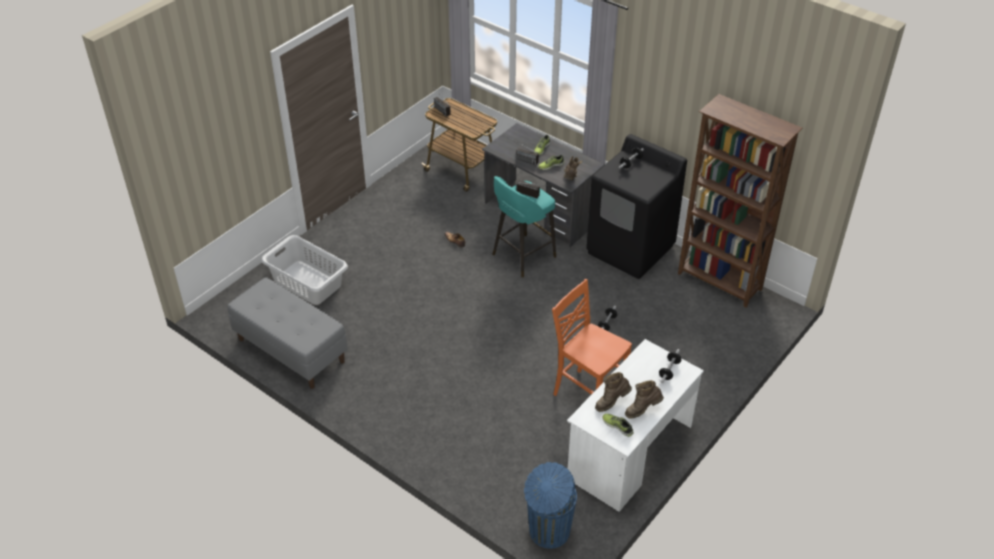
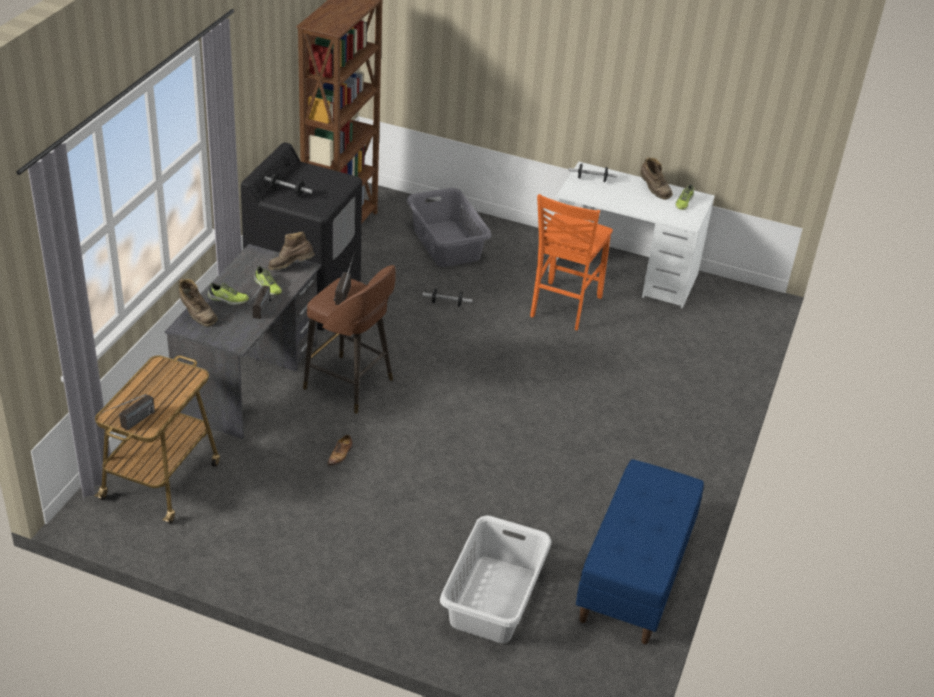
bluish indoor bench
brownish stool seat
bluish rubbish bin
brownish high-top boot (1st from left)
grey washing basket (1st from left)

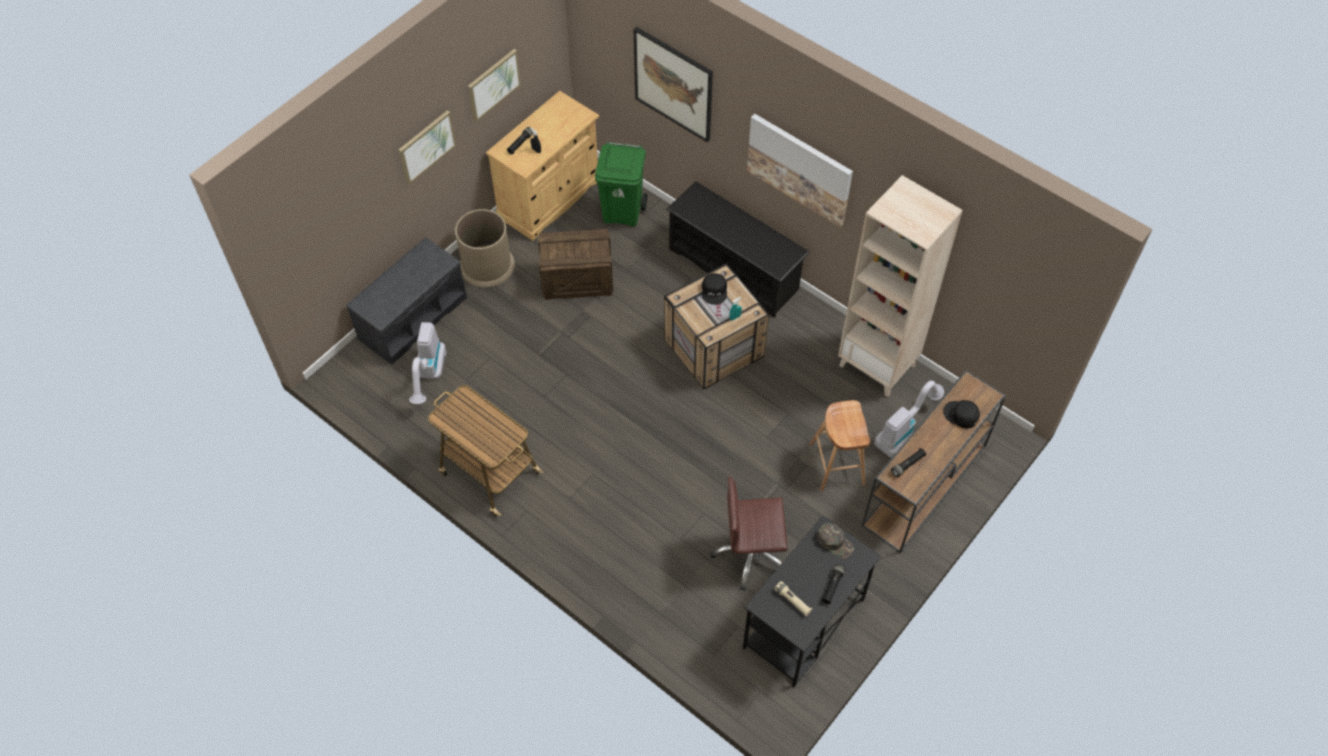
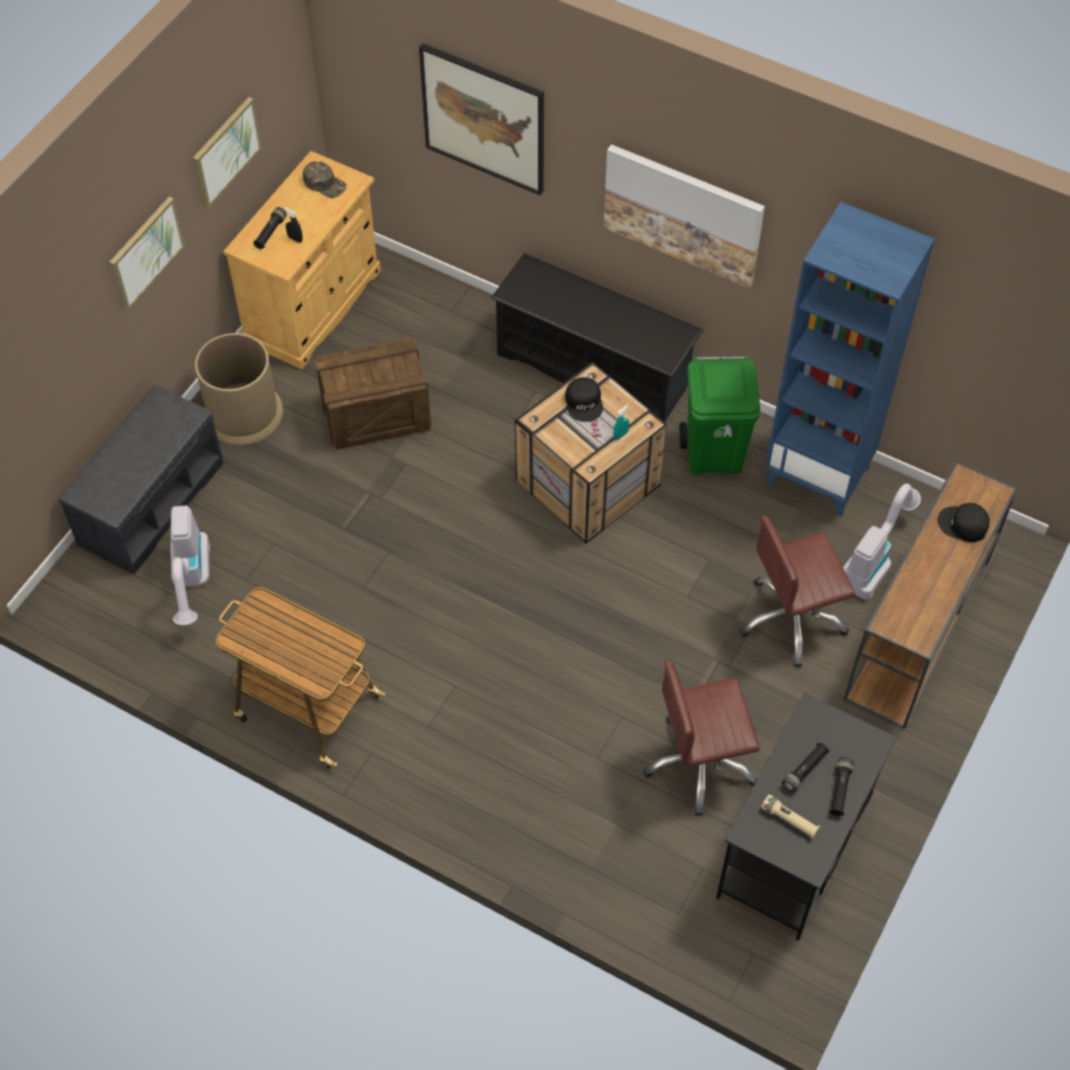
green rubbish bin
brownish office chair (2nd from left)
green cap
bluish bookcase
black flashlight (2nd from left)

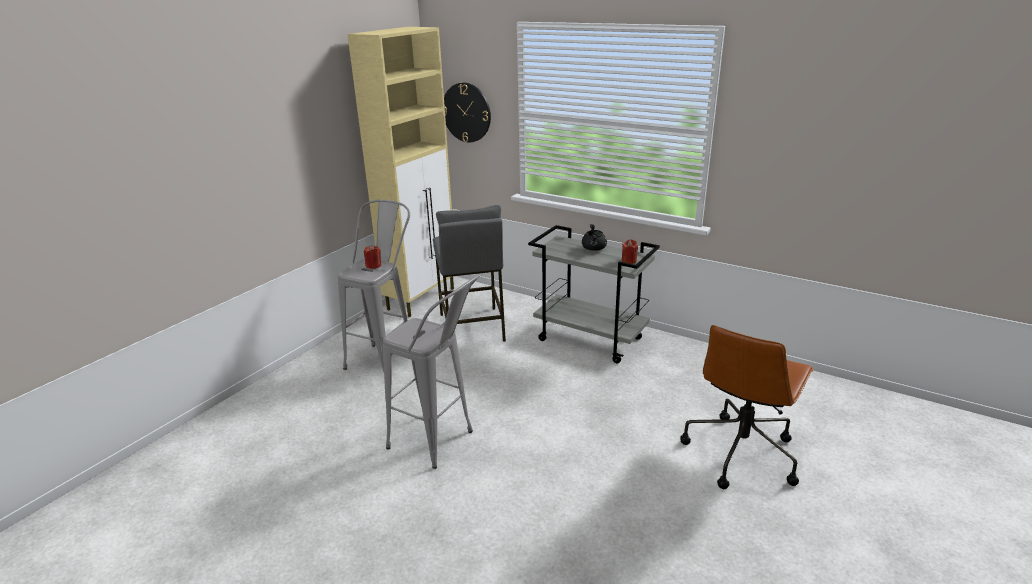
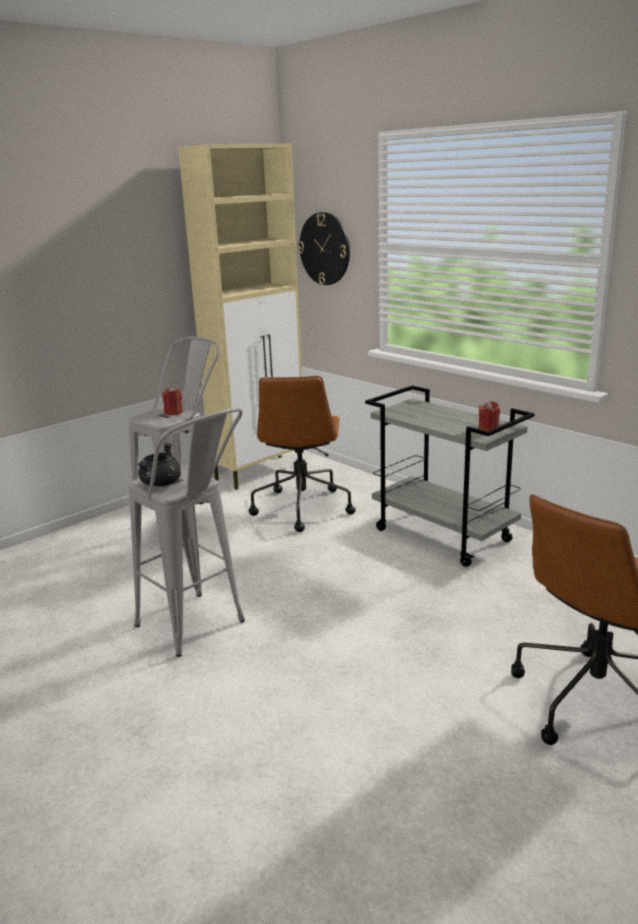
brownish office chair (1st from left)
black cooking pot

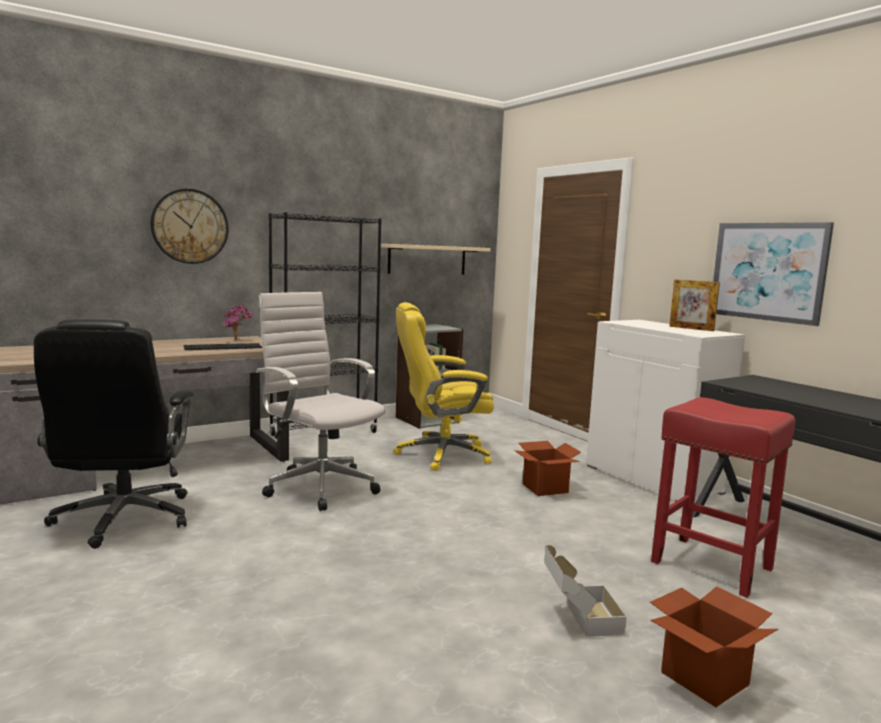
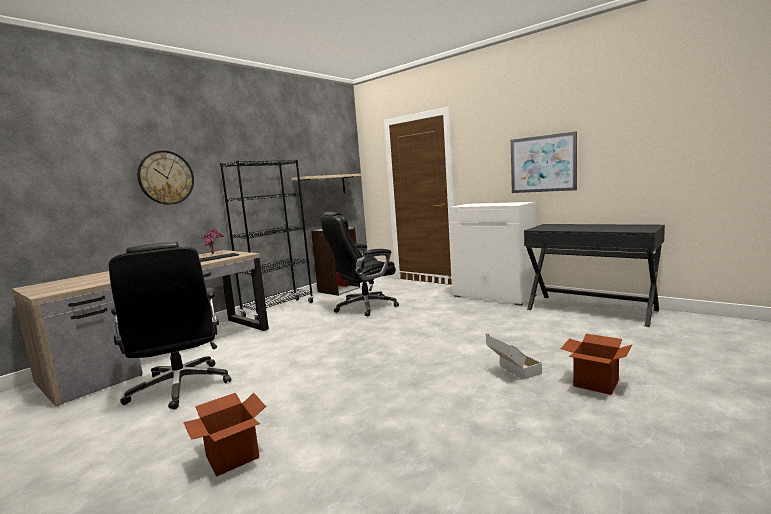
white office chair
black office chair (2nd from left)
cardboard box (1st from left)
red-coloured stool seat
photo frame

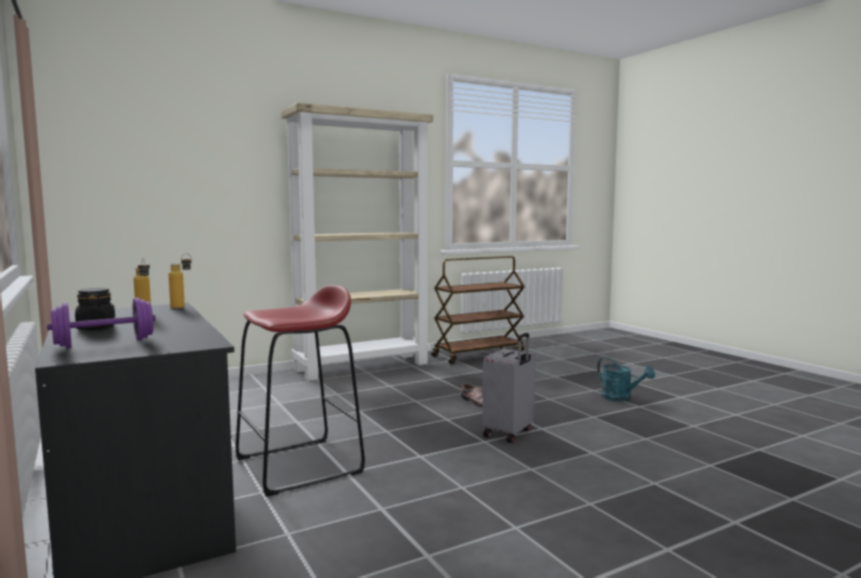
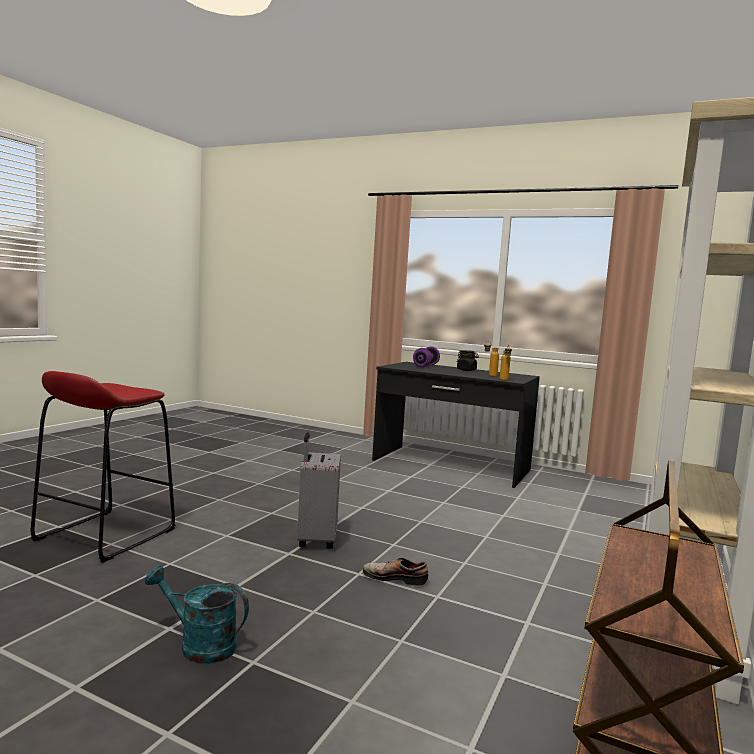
red-coloured stool seat

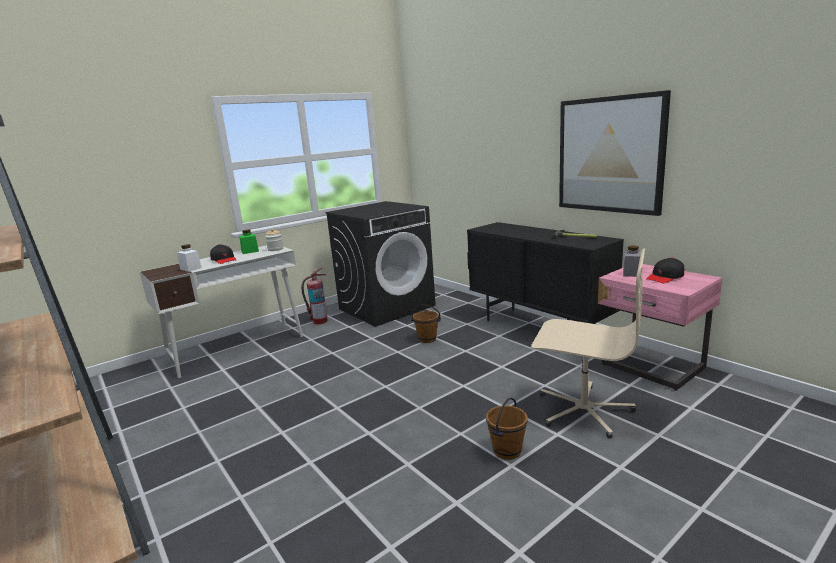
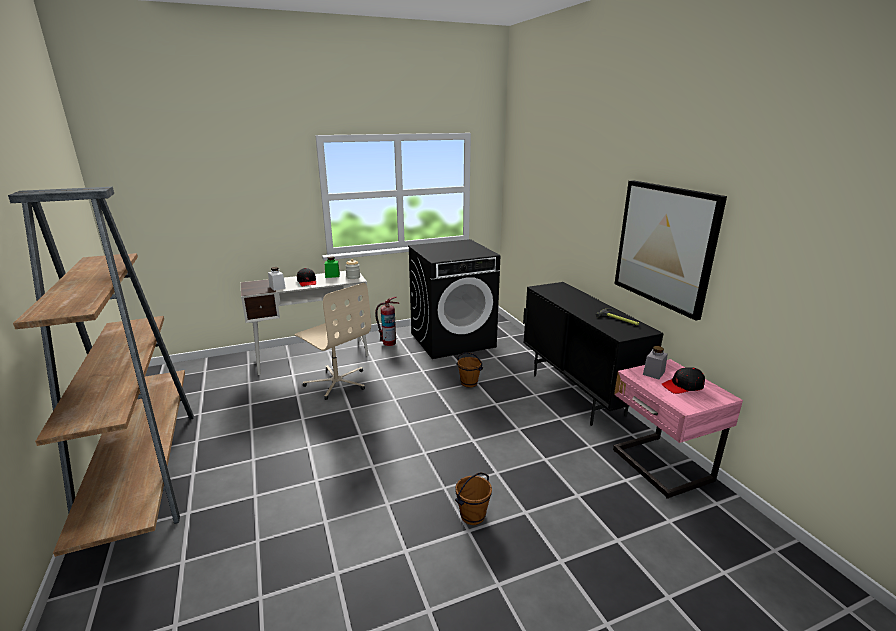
beige office chair

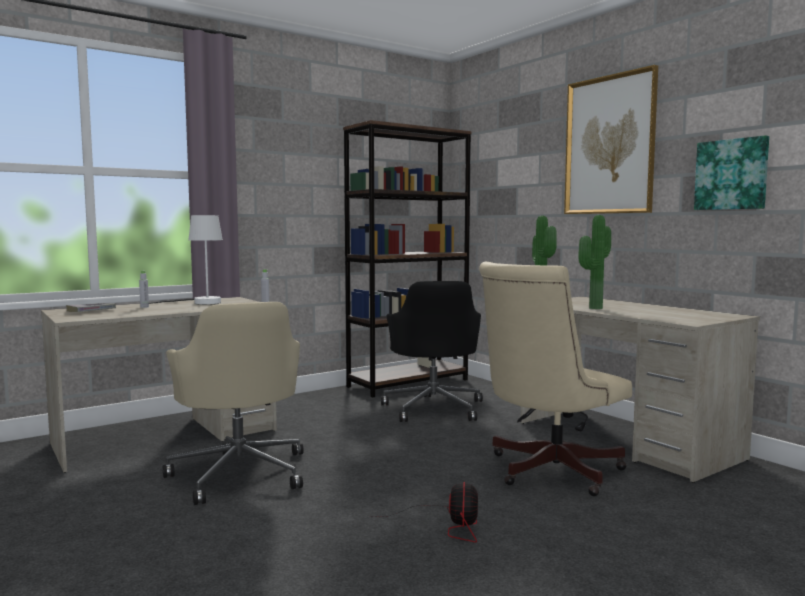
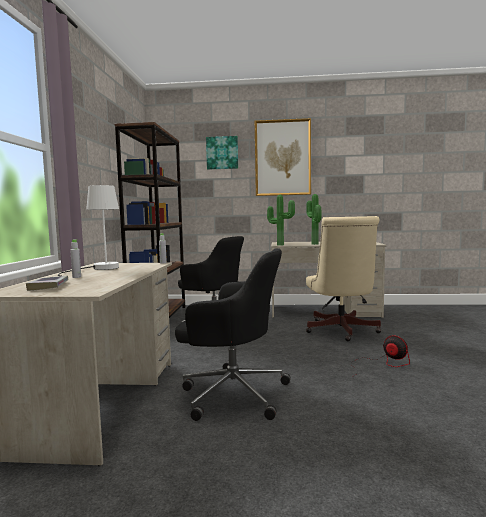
black office chair (2nd from left)
picture (1st from left)

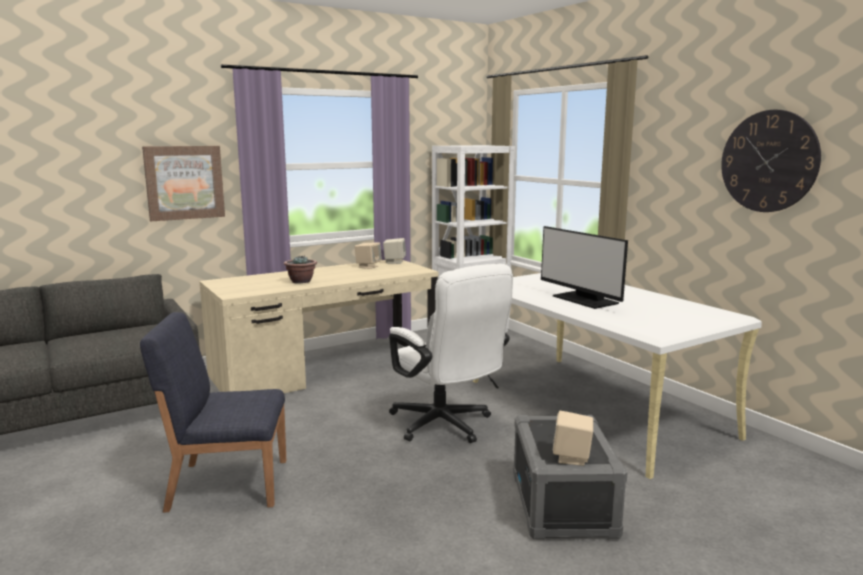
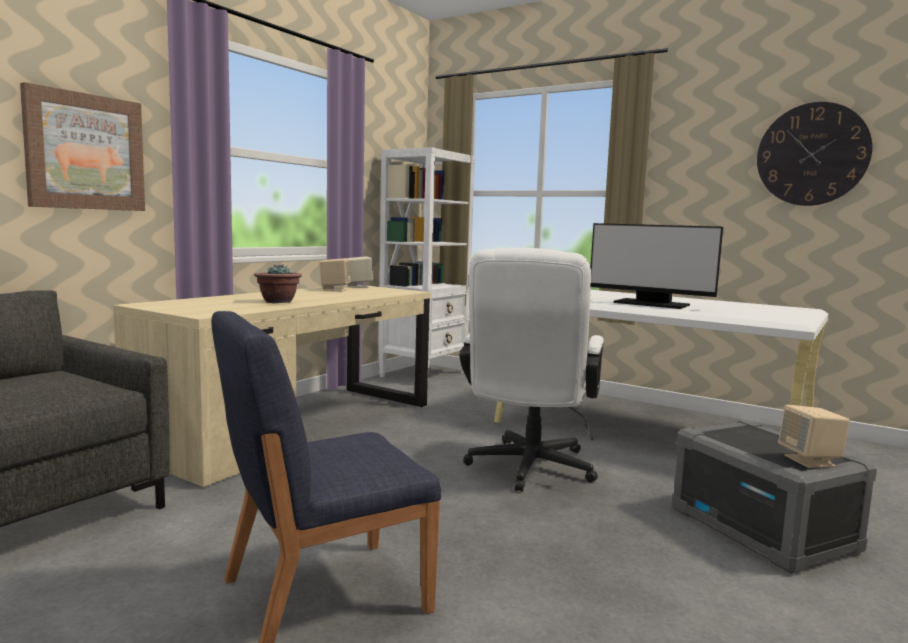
white office chair

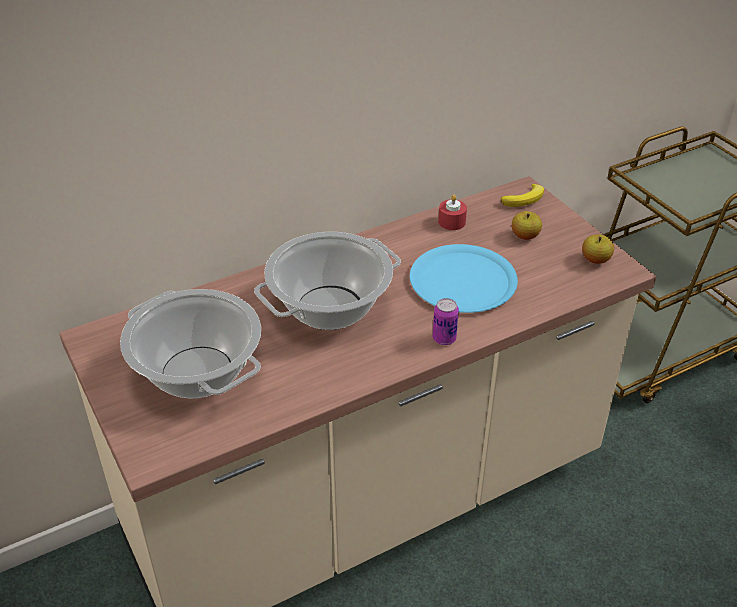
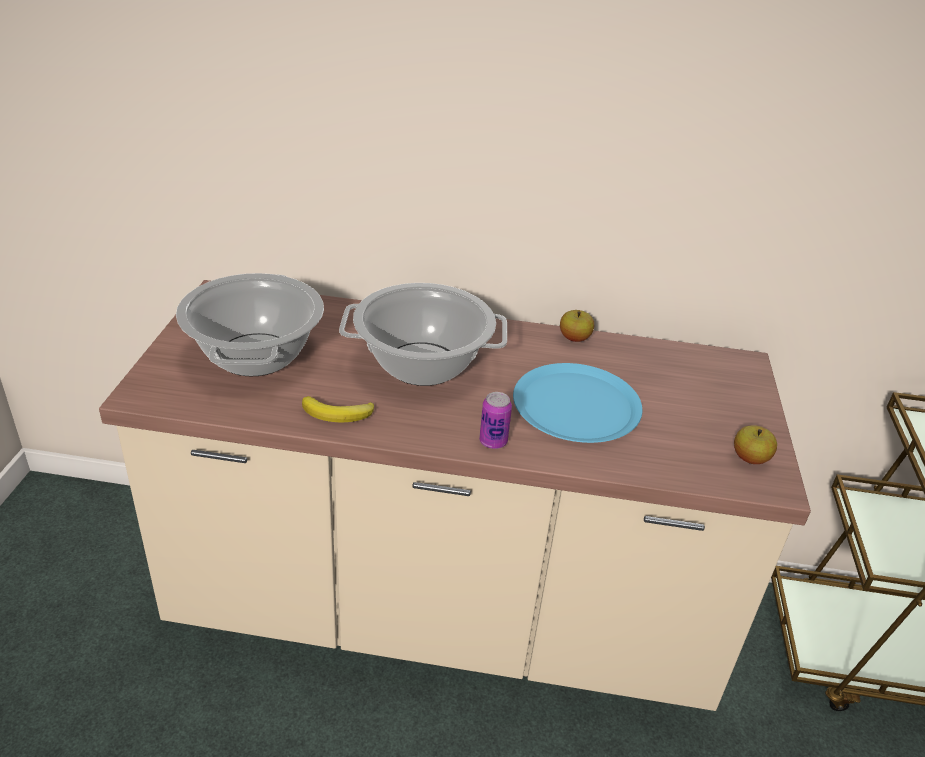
red-coloured candle
whole banana
apple (1st from left)

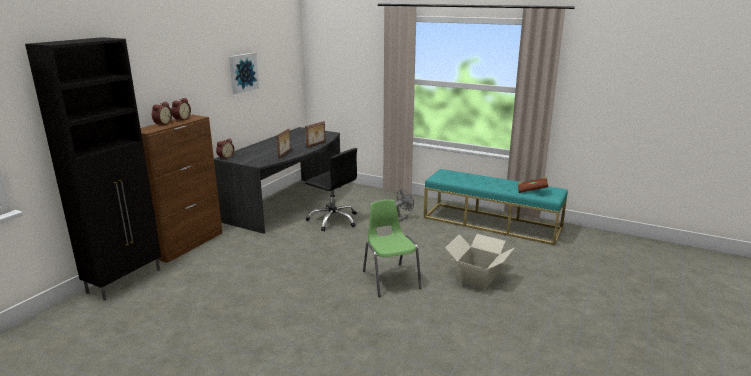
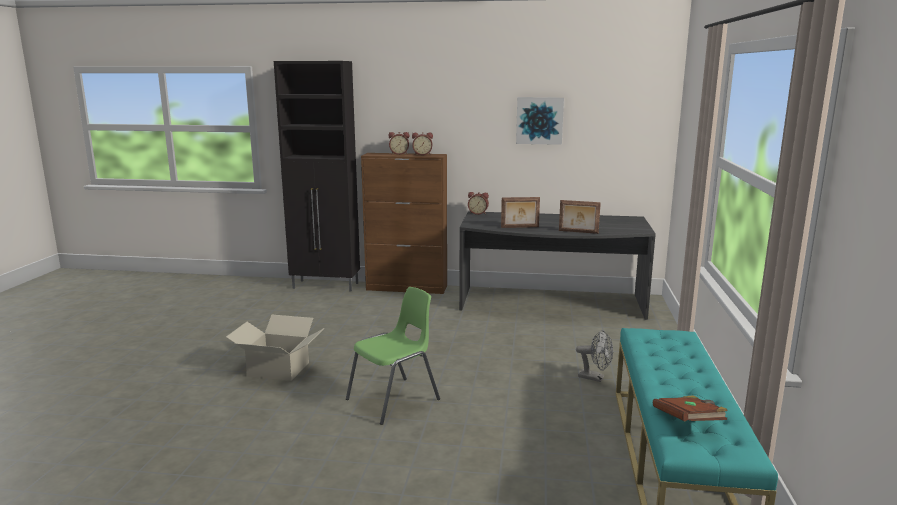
black office chair
cardboard box

